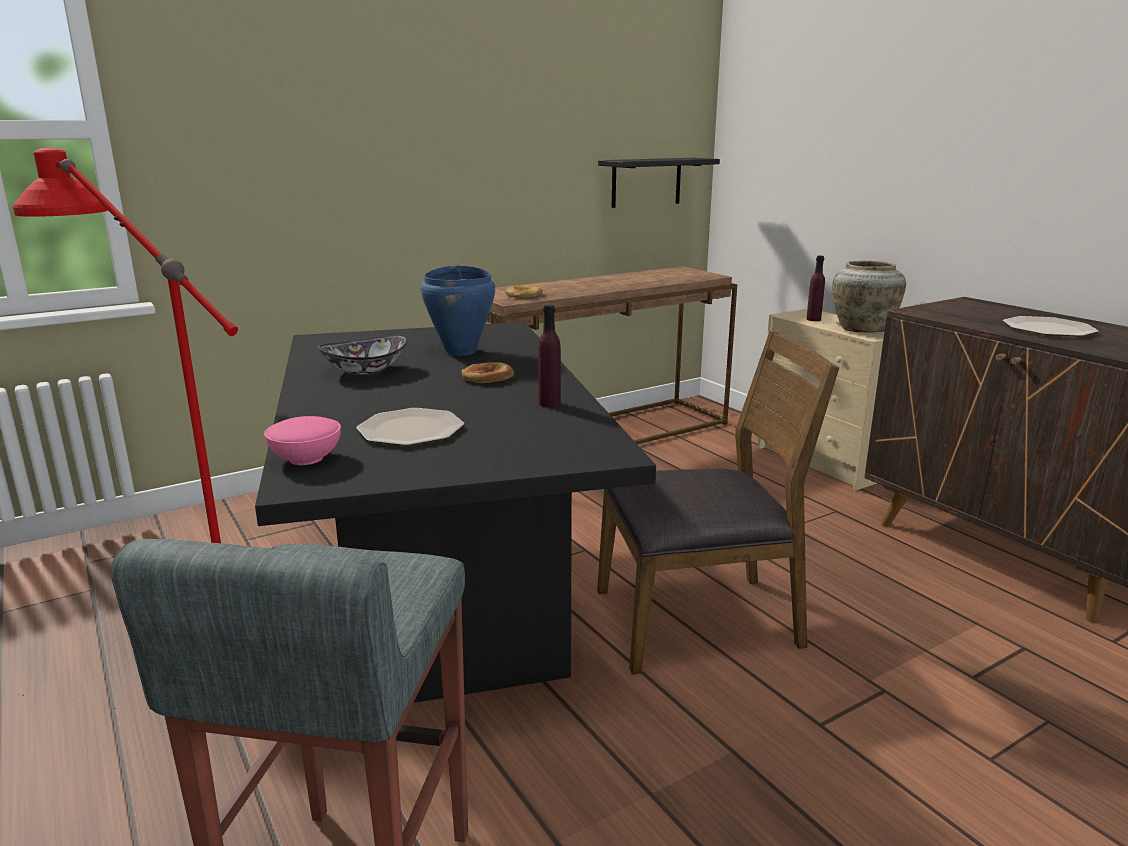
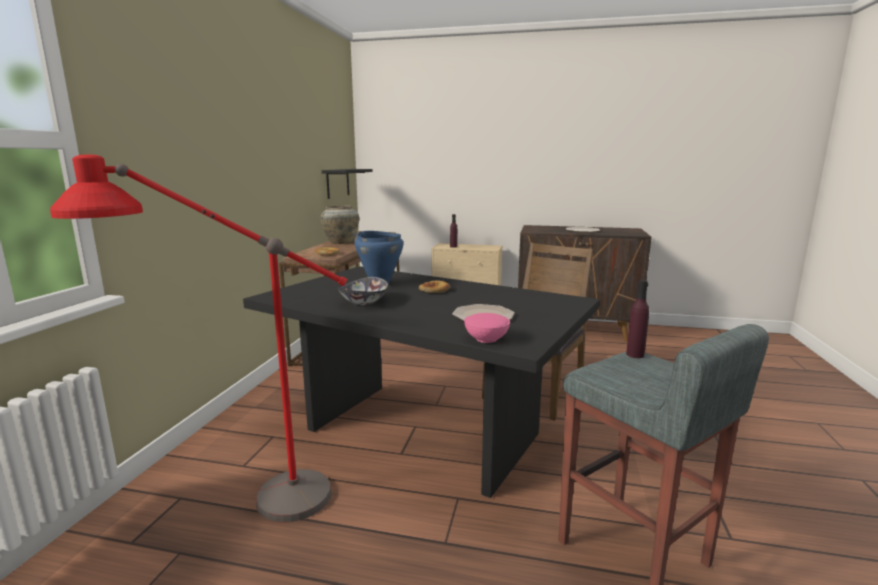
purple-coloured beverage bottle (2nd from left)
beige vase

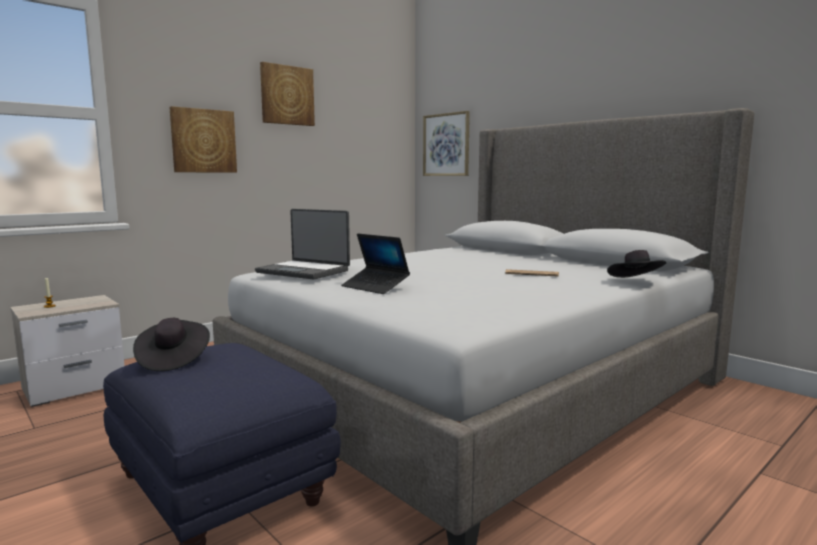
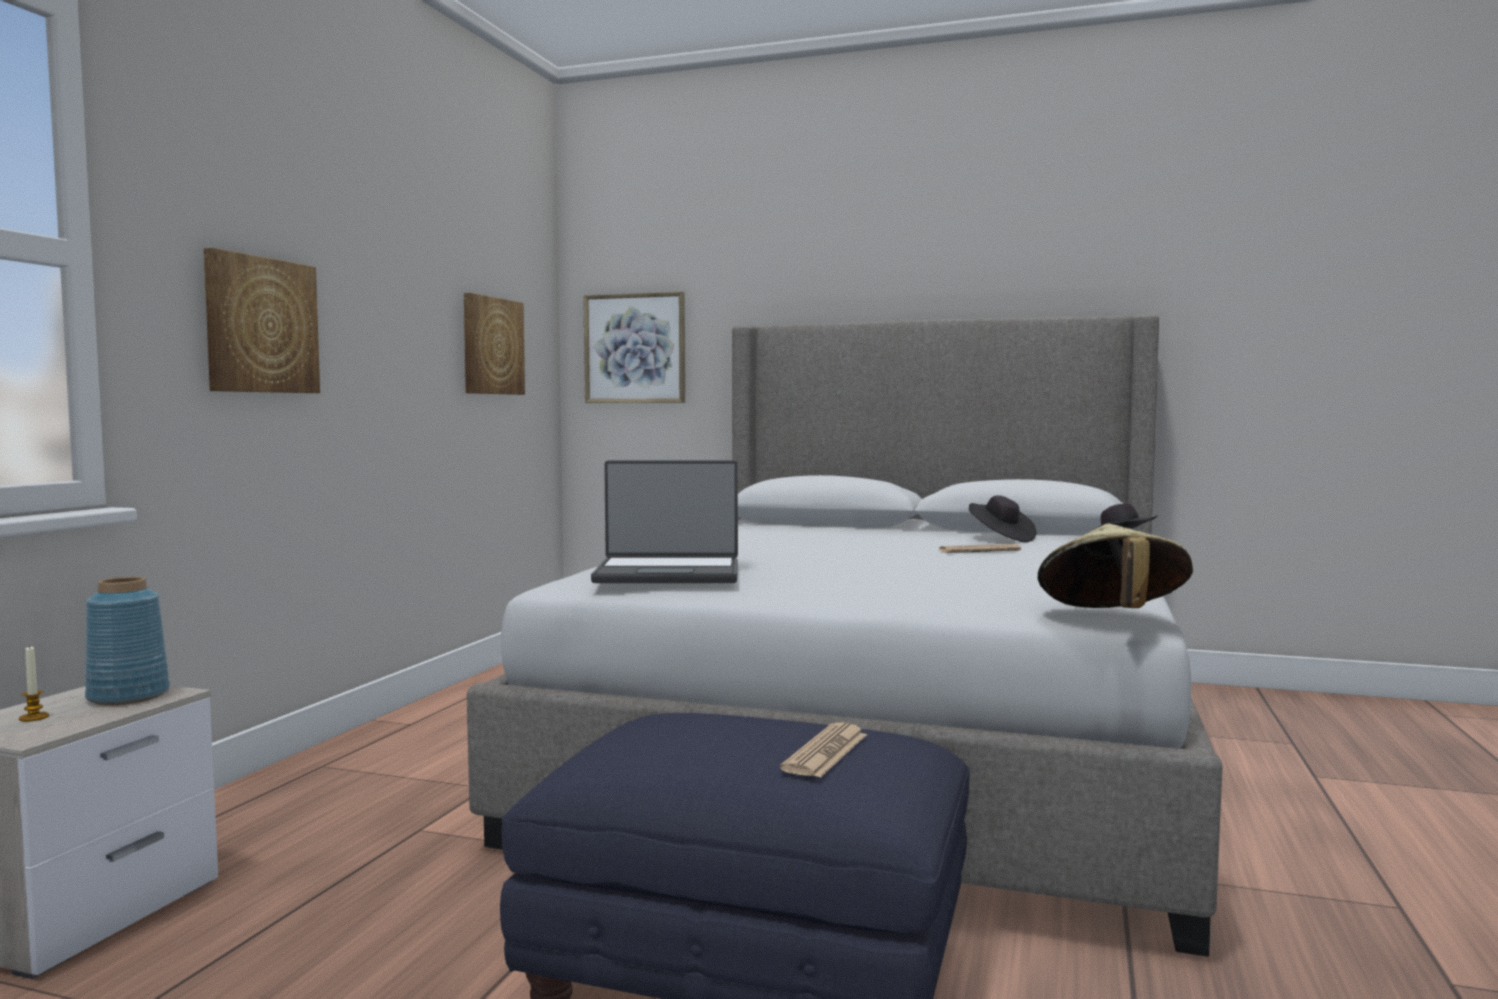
black clothing hat (1st from left)
picture (2nd from left)
laptop (2nd from left in the first image)
bluish vase
daily paper (1st from left)
beige clothing hat

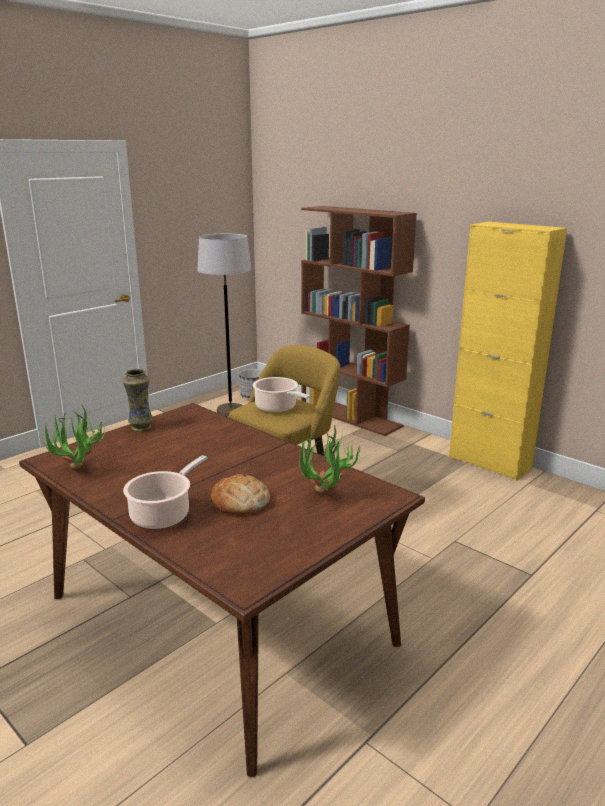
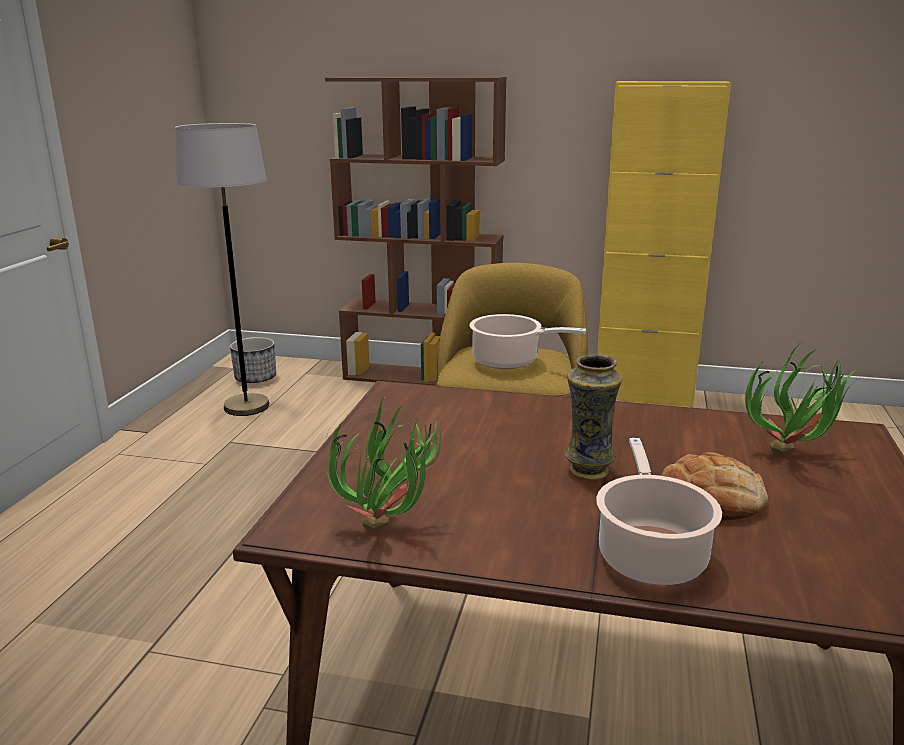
vase

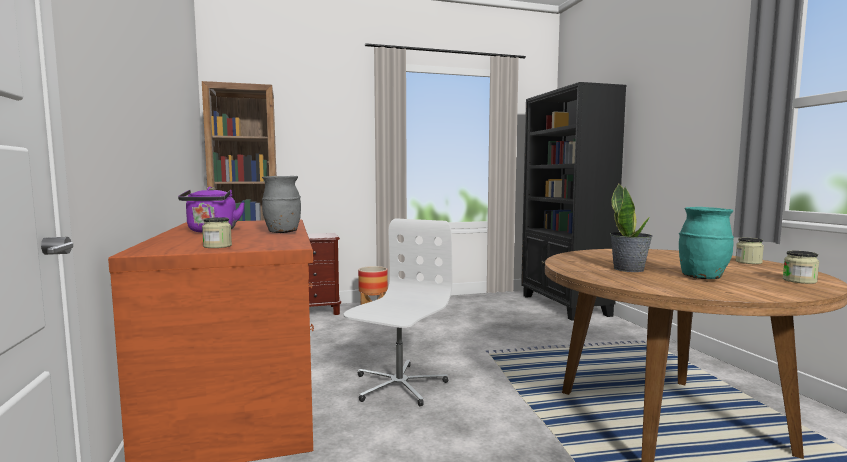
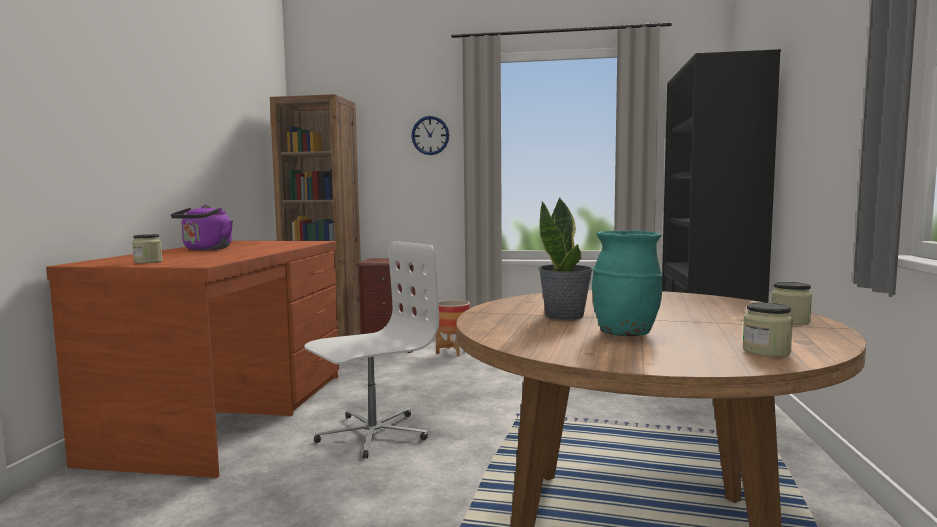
grey vase
hanging clock

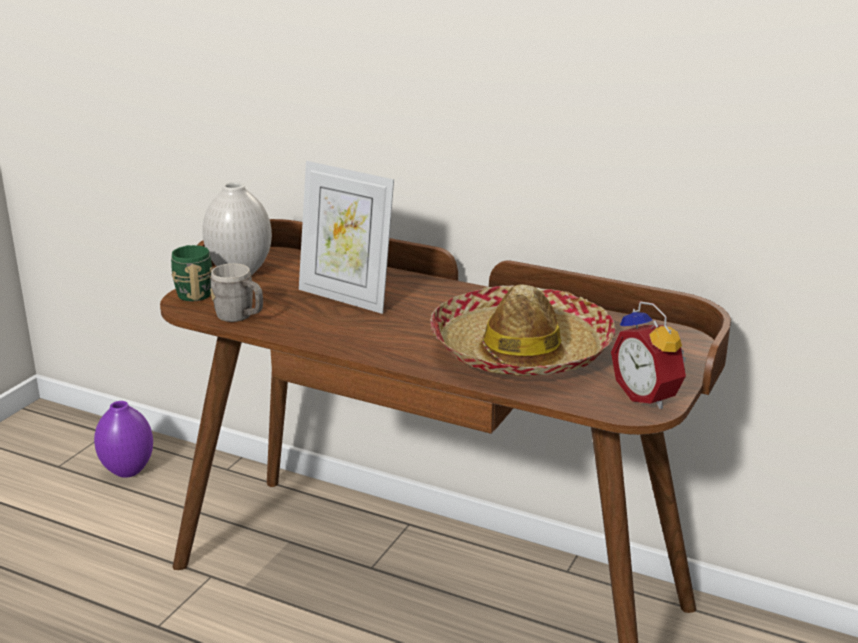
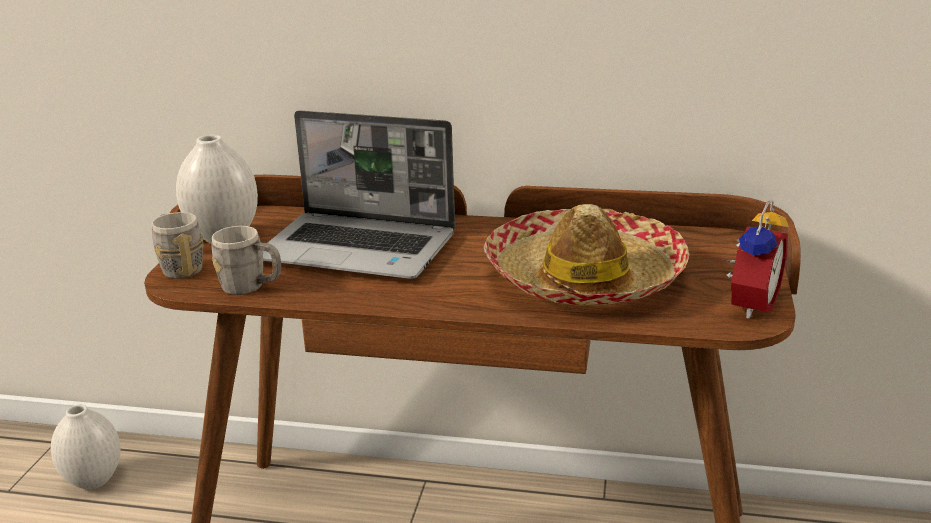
white vase (1st from left)
grey tea mug (1st from left)
laptop
alarm clock

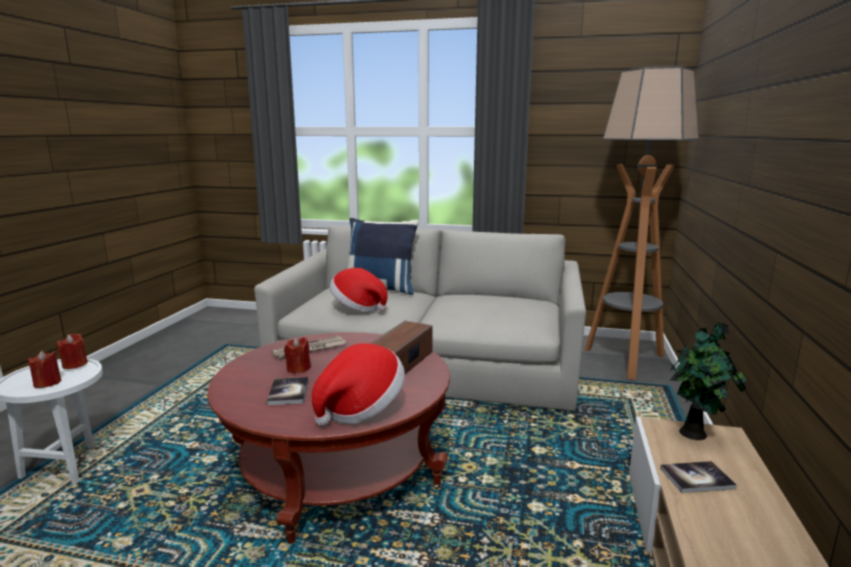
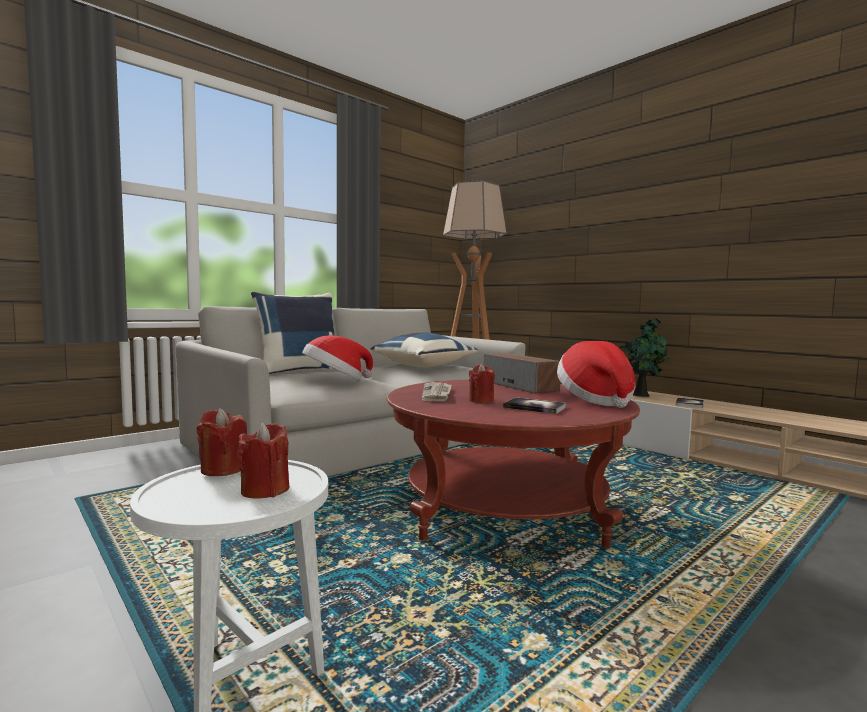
bluish pillow (2nd from left)

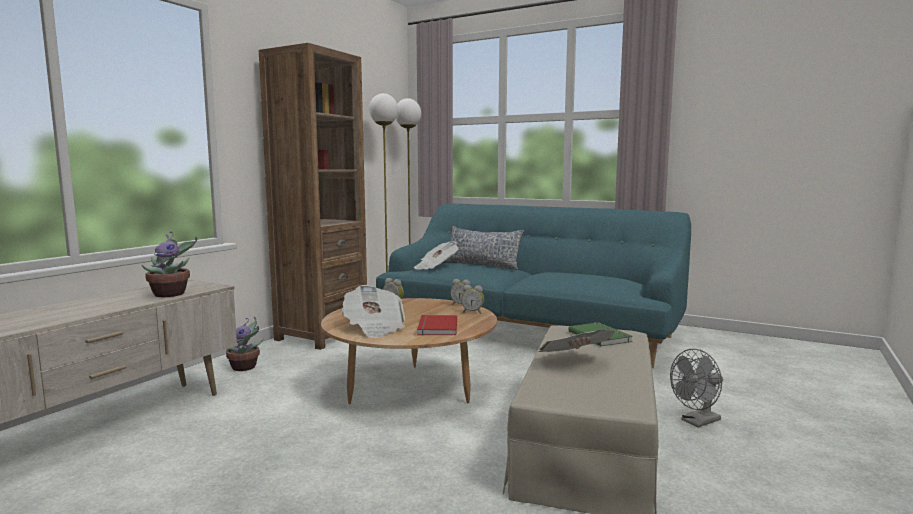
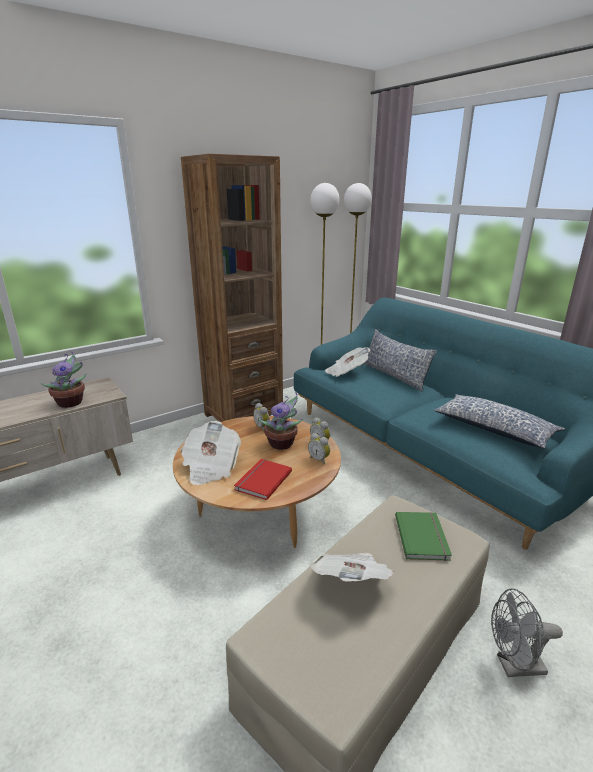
potted plant (2nd from left)
pillow (2nd from left)

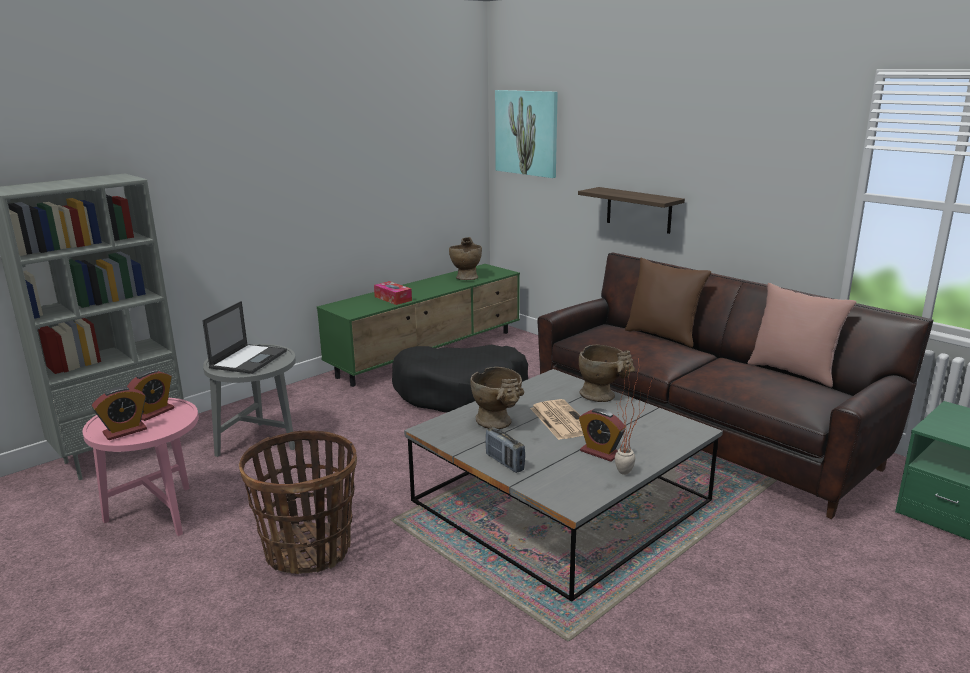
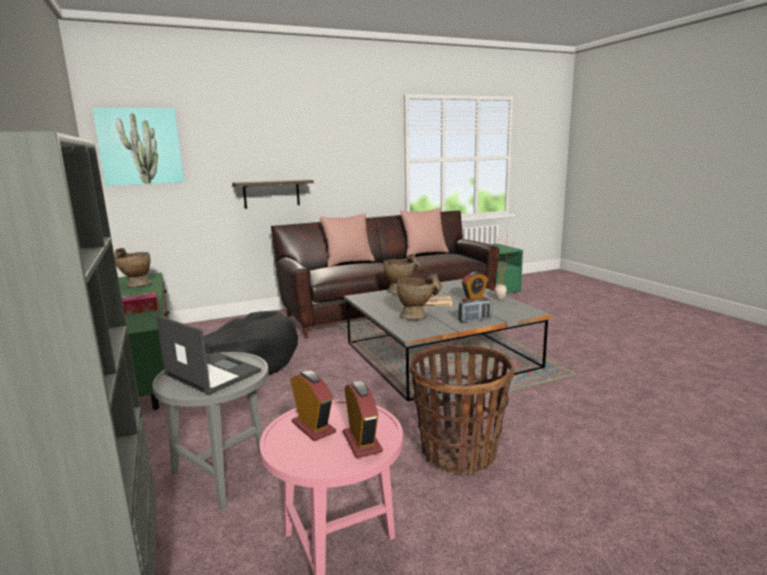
pink-coloured pillow (1st from left)

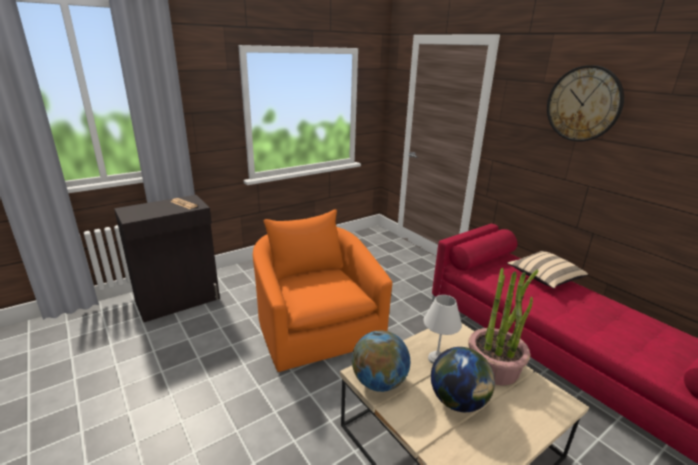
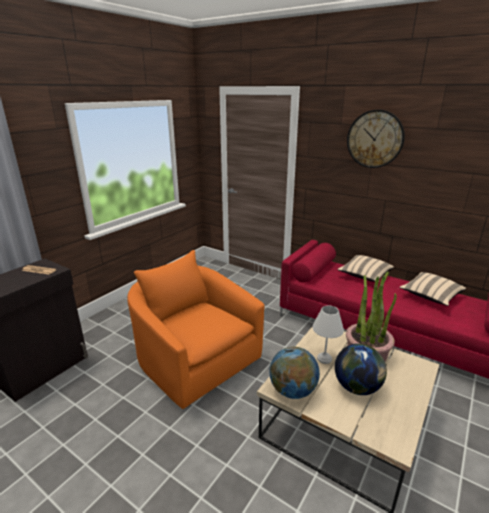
beige pillow (2nd from left)

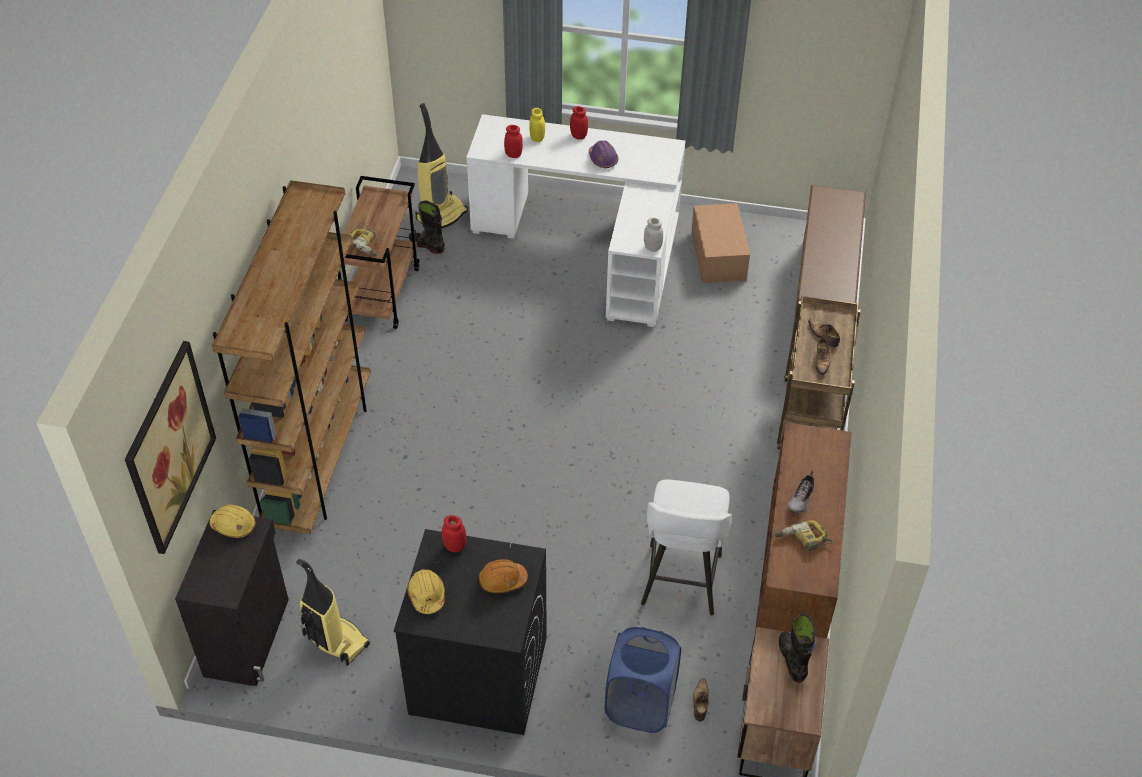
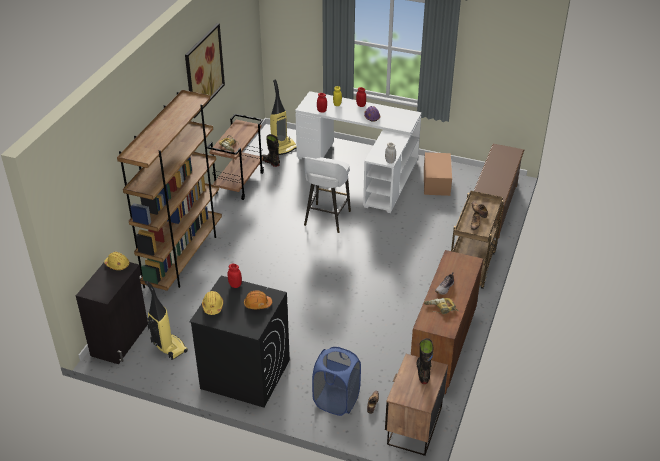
picture
white stool seat

